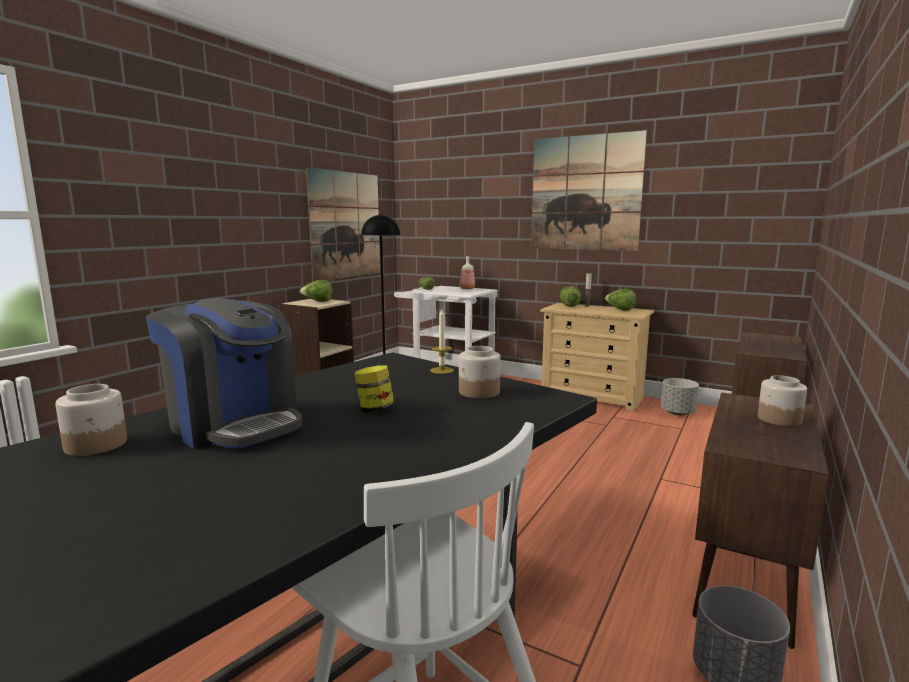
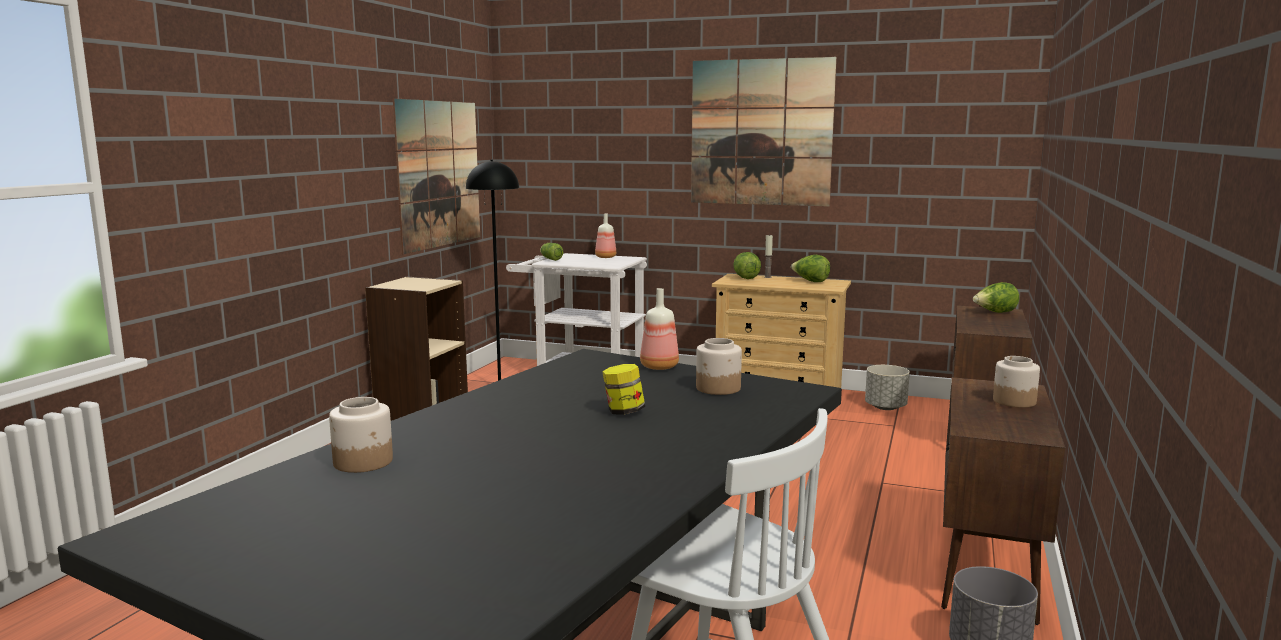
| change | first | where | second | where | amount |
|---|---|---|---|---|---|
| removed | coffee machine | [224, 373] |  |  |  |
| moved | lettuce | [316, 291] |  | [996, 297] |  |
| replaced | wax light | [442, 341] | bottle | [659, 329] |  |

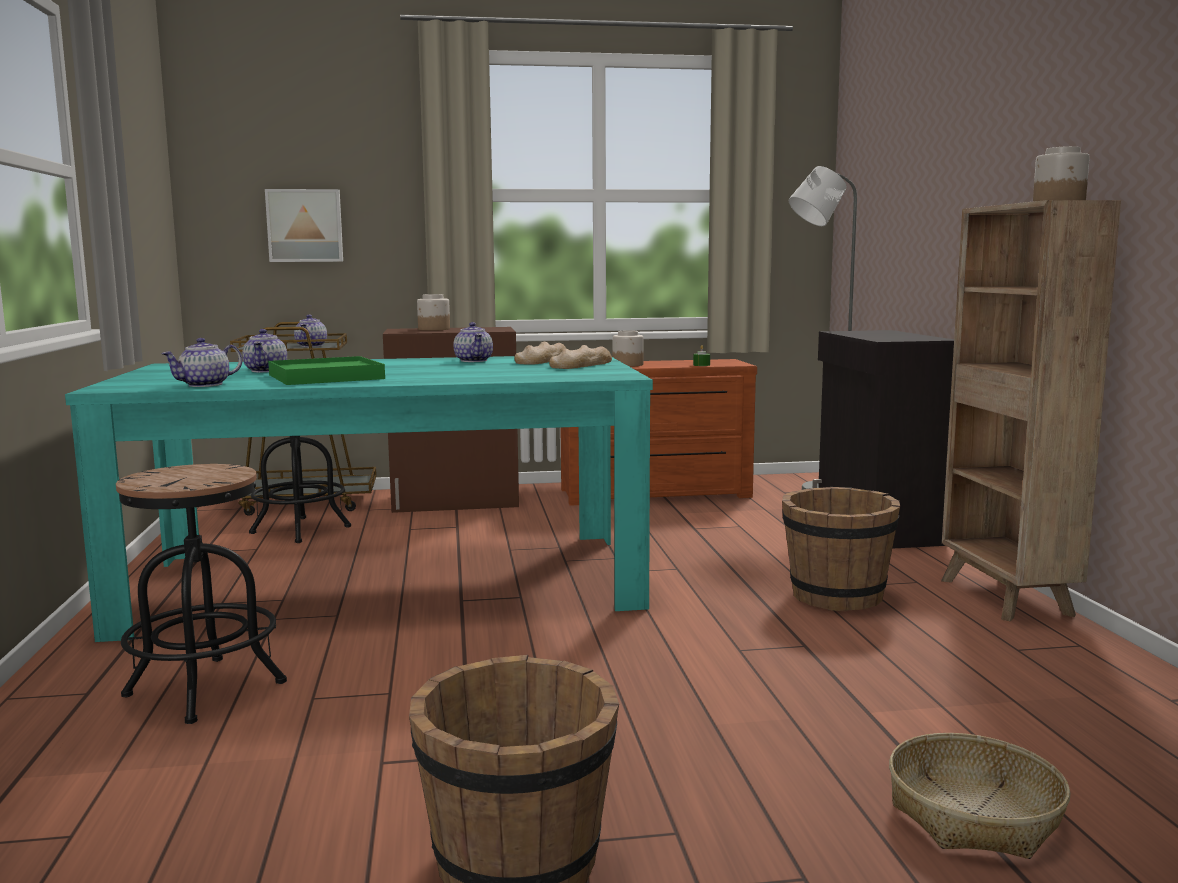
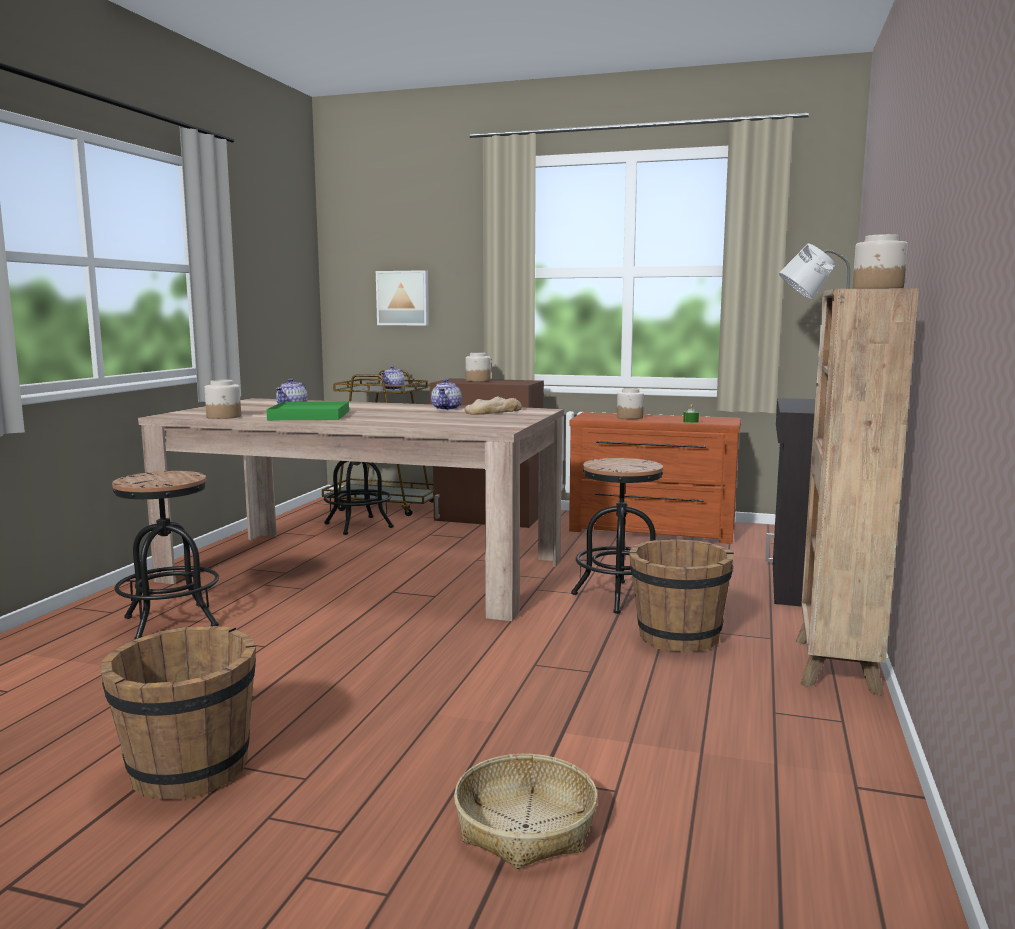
| change | first | where | second | where | amount |
|---|---|---|---|---|---|
| recoloured | turquoise-coloured dinner table | [359, 499] | sand-coloured dinner table | [351, 509] |  |
| replaced | teapot | [201, 362] | jar | [223, 399] |  |
| removed | bakery bread | [580, 357] |  |  |  |
| added |  |  | blackish sitting stool | [617, 536] |  |

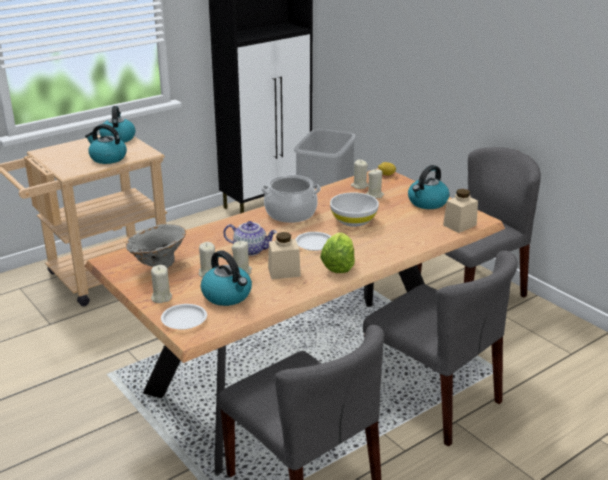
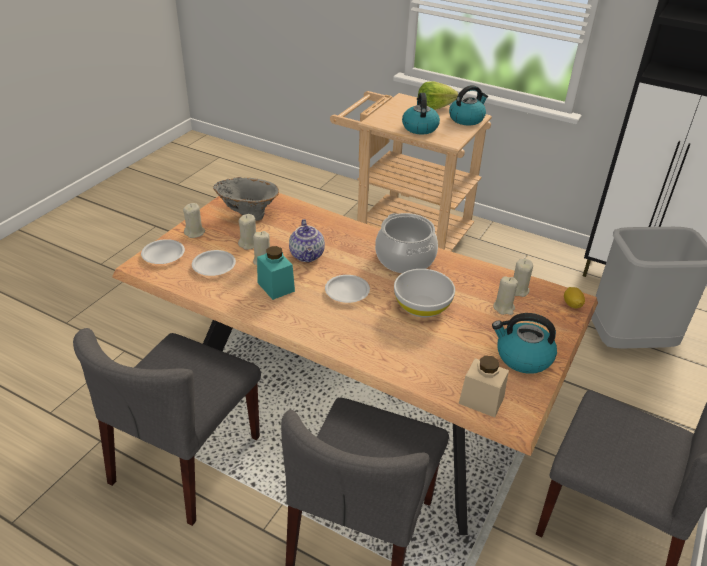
| change | first | where | second | where | amount |
|---|---|---|---|---|---|
| replaced | kettle | [226, 278] | white flat dish | [214, 263] |  |
| recoloured | sand-coloured jar | [284, 255] | turquoise-coloured jar | [276, 273] |  |
| moved | lettuce | [337, 252] |  | [438, 96] |  |

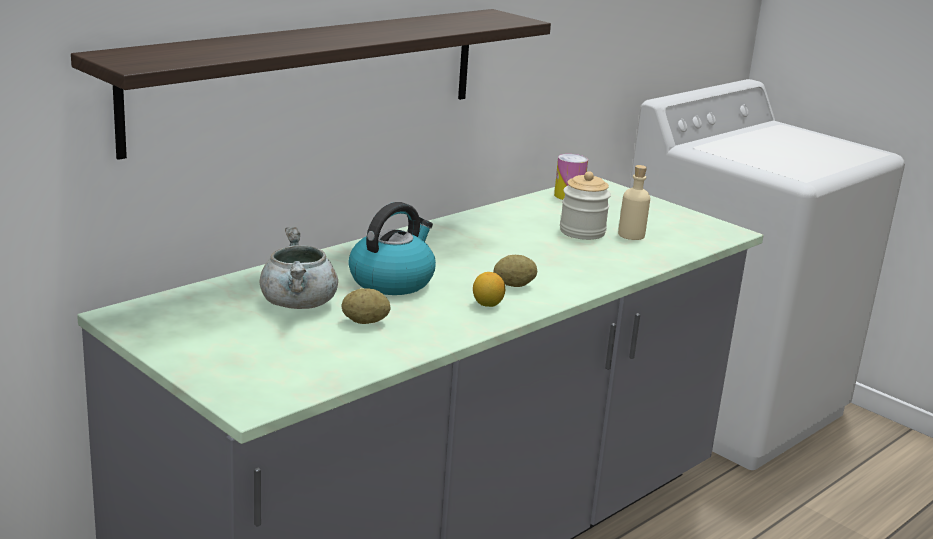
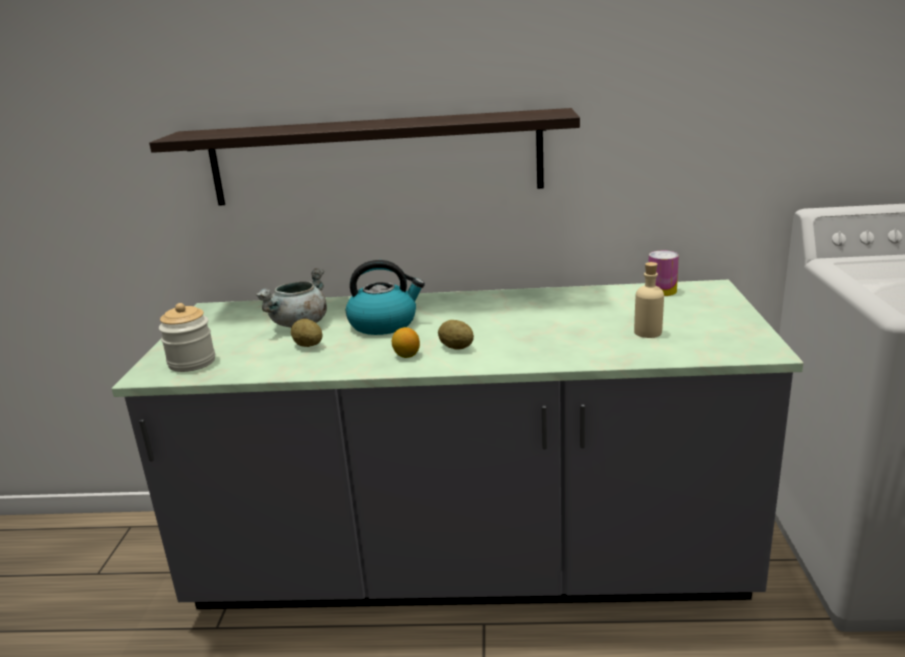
| change | first | where | second | where | amount |
|---|---|---|---|---|---|
| moved | jar | [585, 205] |  | [187, 337] |  |

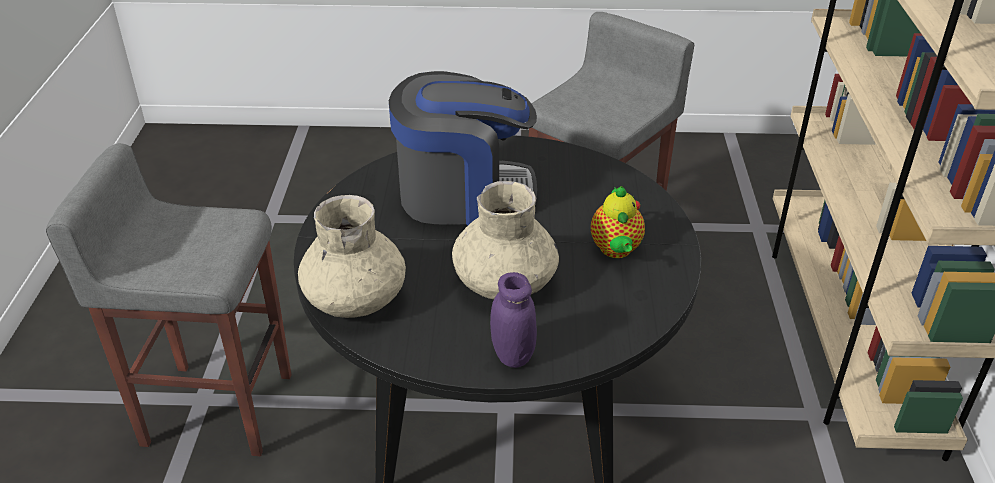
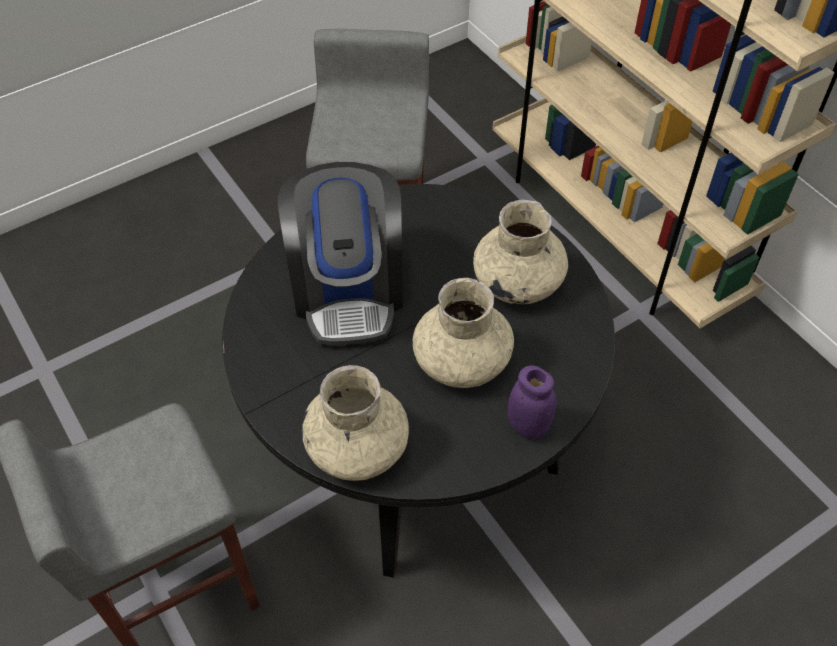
| change | first | where | second | where | amount |
|---|---|---|---|---|---|
| turned | coffee machine | [463, 148] |  | [340, 253] | 120 degrees clockwise |
| replaced | teapot | [618, 222] | sand-coloured flower vase | [520, 251] |  |

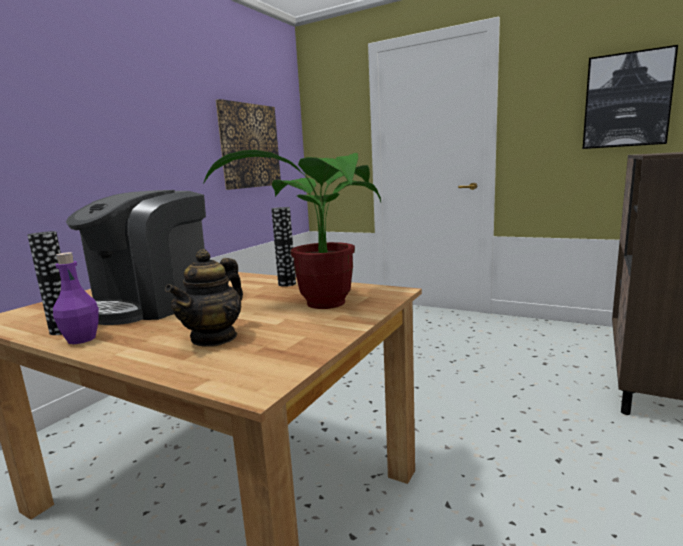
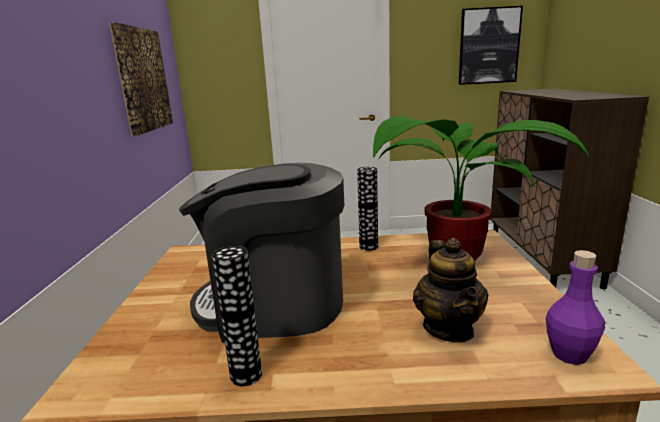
| change | first | where | second | where | amount |
|---|---|---|---|---|---|
| moved | purple-coloured bottle | [76, 298] |  | [575, 307] |  |
| turned | coffee machine | [136, 257] |  | [261, 253] | 90 degrees clockwise |

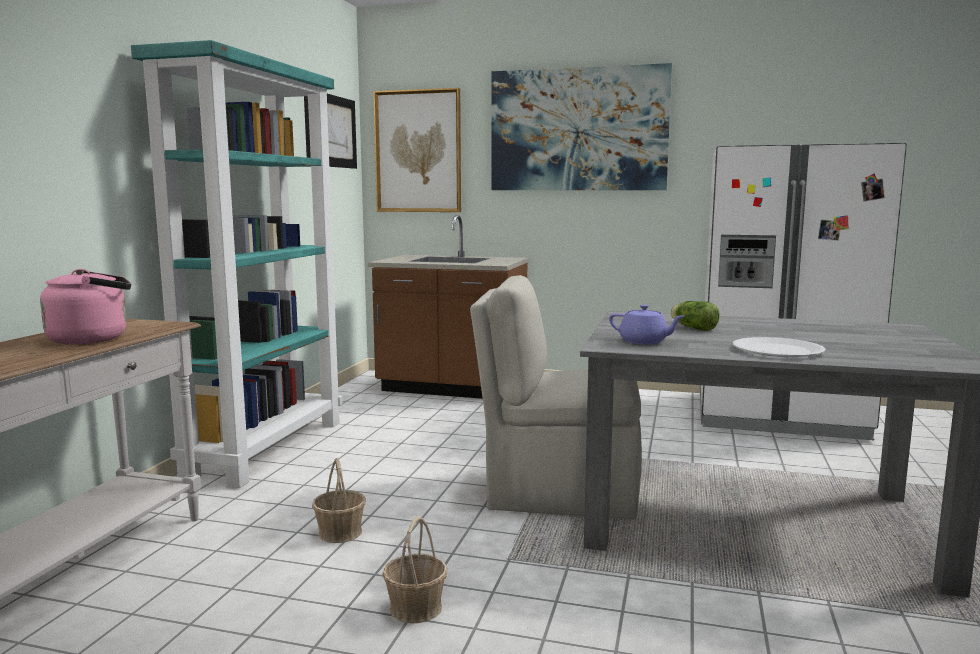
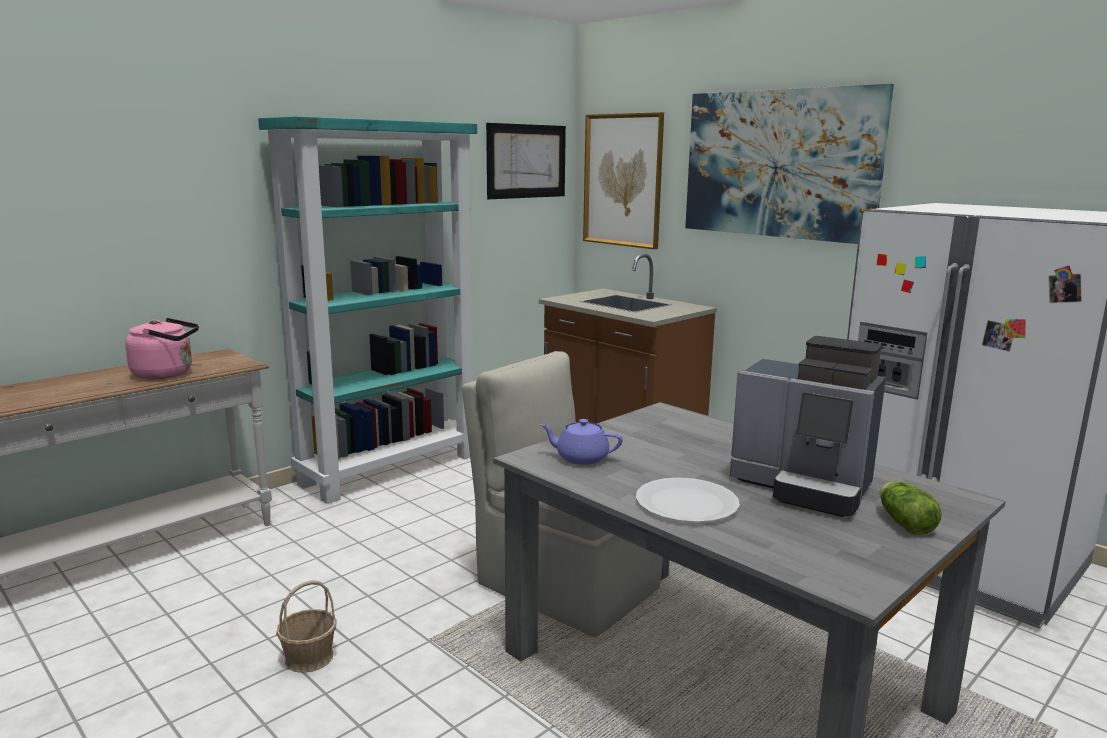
| change | first | where | second | where | amount |
|---|---|---|---|---|---|
| removed | storage basket | [339, 500] |  |  |  |
| turned | purple-coloured teapot | [647, 324] |  | [581, 442] | 135 degrees clockwise |
| moved | lettuce | [695, 316] |  | [910, 508] |  |
| added |  |  | coffee machine | [808, 426] |  |

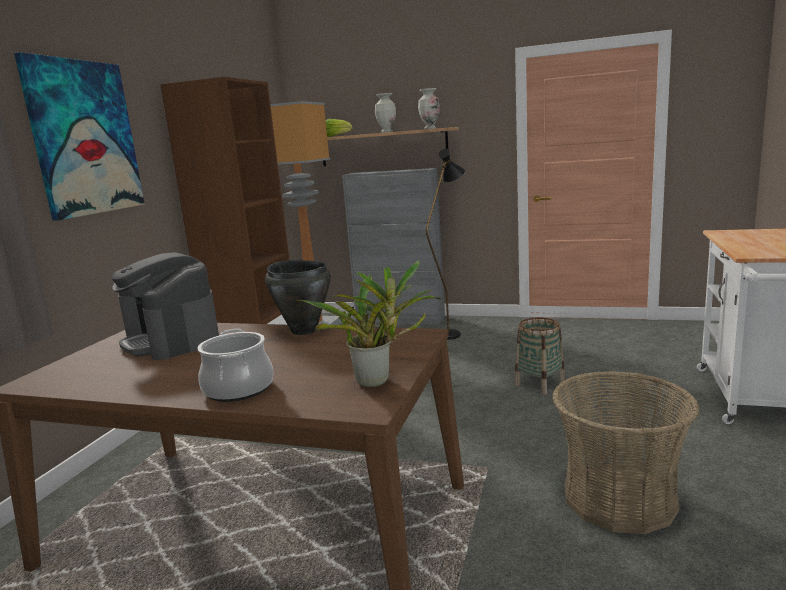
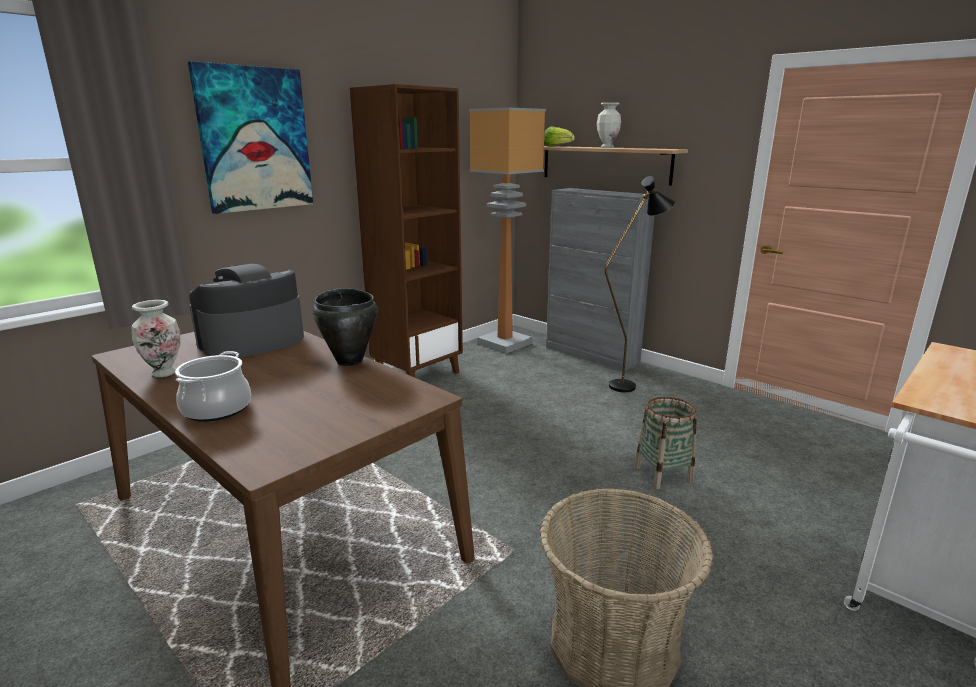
| change | first | where | second | where | amount |
|---|---|---|---|---|---|
| turned | coffee machine | [165, 306] |  | [246, 311] | 60 degrees clockwise |
| removed | potted plant | [368, 323] |  |  |  |
| moved | flower vase | [429, 108] |  | [156, 338] |  |

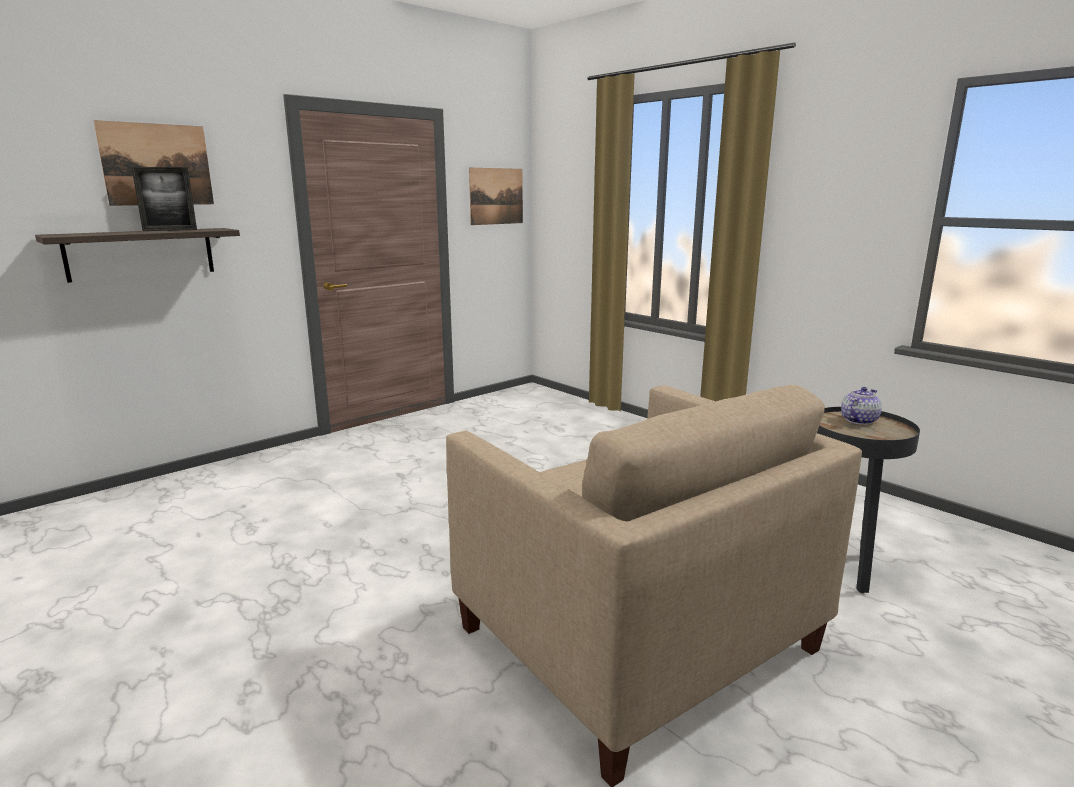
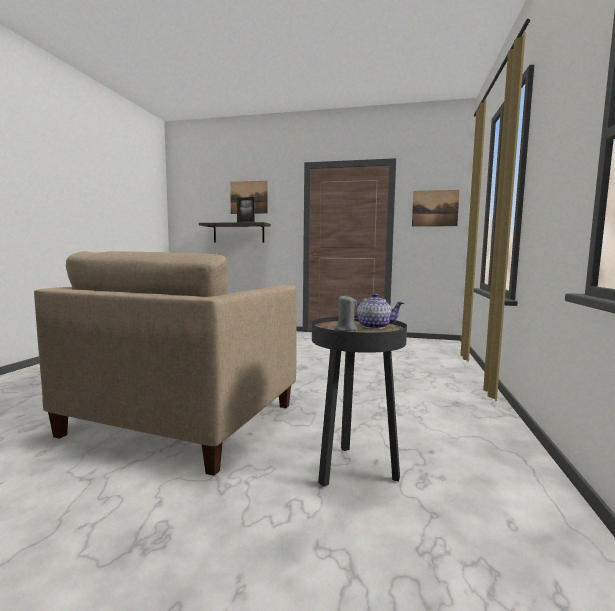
| change | first | where | second | where | amount |
|---|---|---|---|---|---|
| added |  |  | gray wax light | [345, 313] |  |

